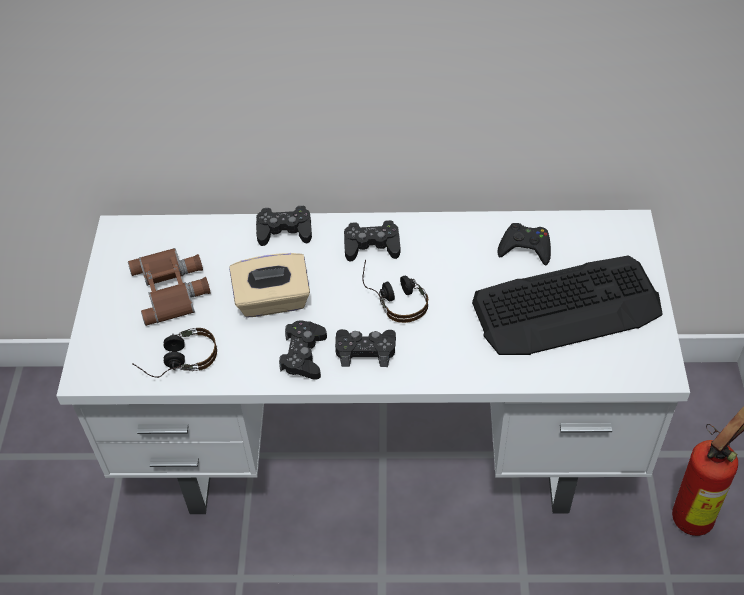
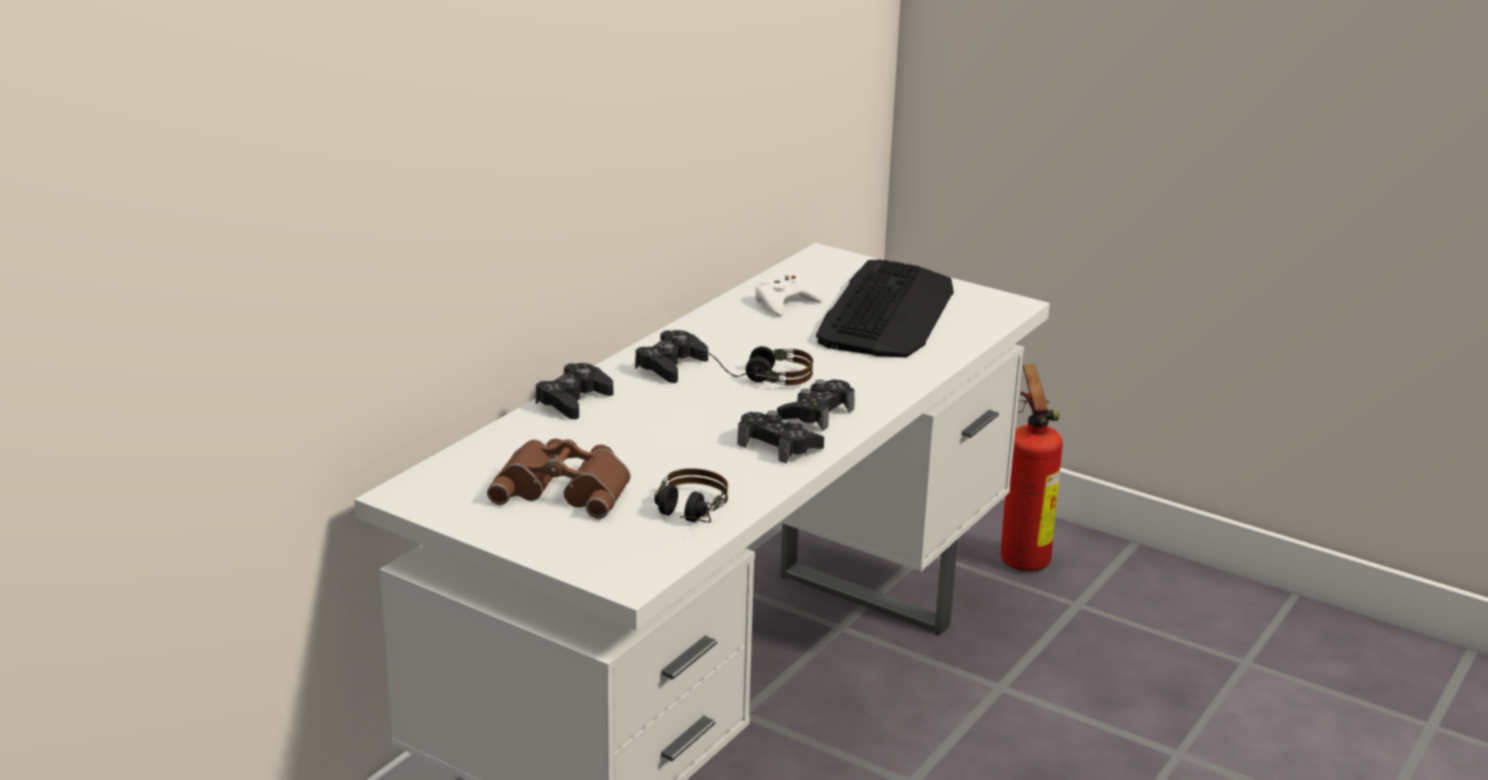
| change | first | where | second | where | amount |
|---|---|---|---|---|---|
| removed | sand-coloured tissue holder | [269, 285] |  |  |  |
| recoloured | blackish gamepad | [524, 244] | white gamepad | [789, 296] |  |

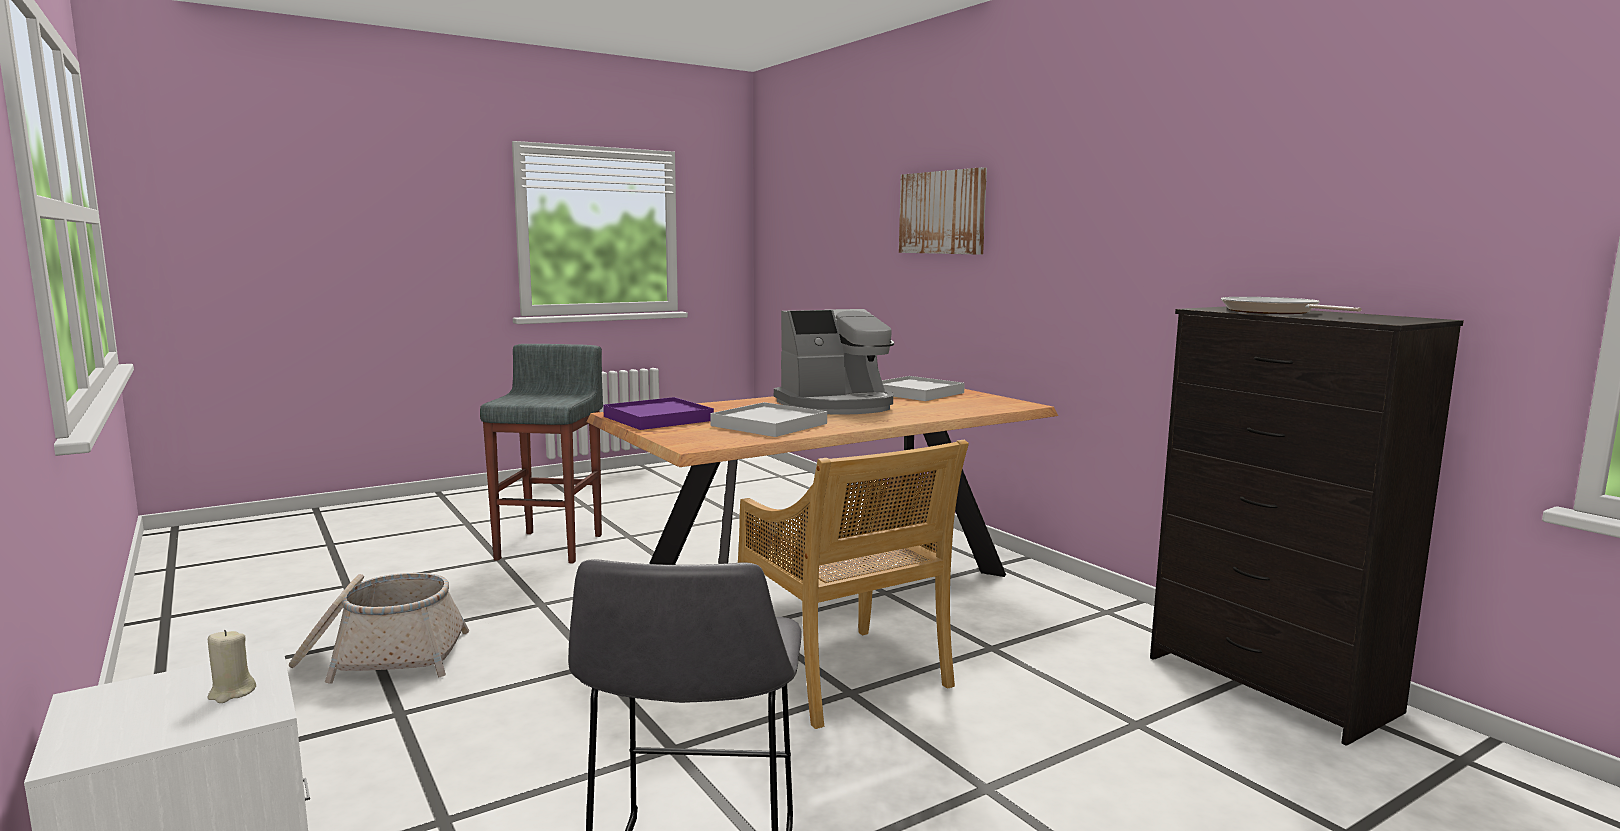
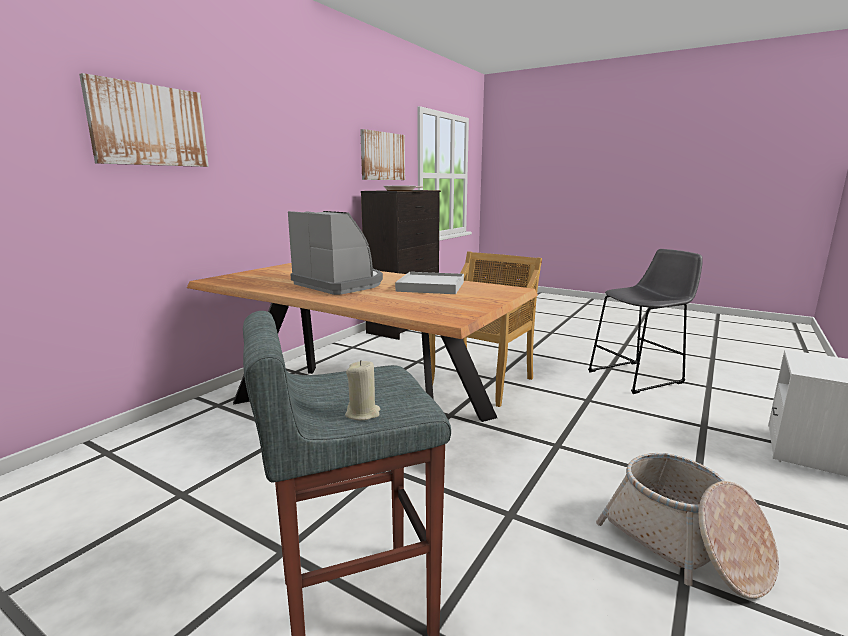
| change | first | where | second | where | amount |
|---|---|---|---|---|---|
| moved | sand-coloured wax light | [231, 666] |  | [362, 390] |  |
| removed | purple-coloured carrying tray | [658, 413] |  |  |  |
| removed | white carrying tray | [923, 388] |  |  |  |
| added |  |  | wall art | [382, 154] |  |

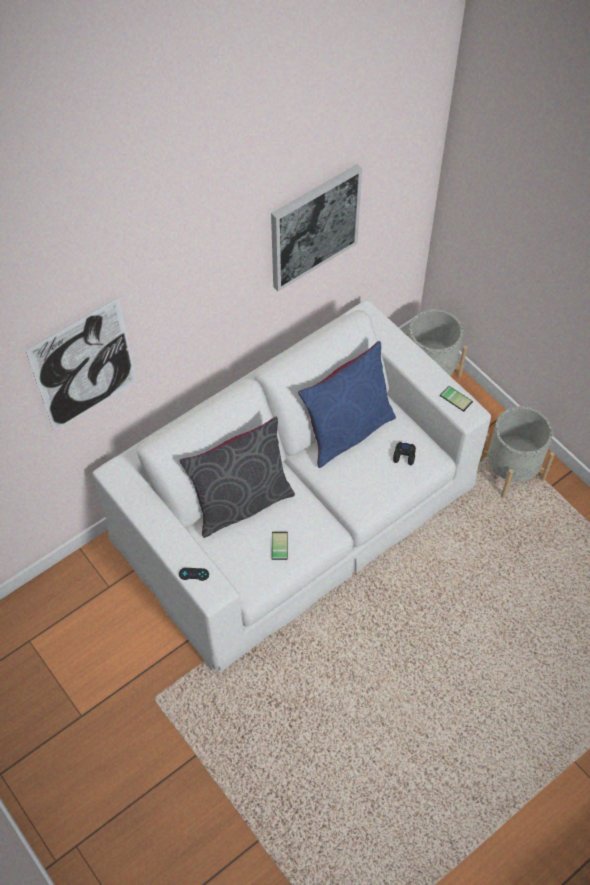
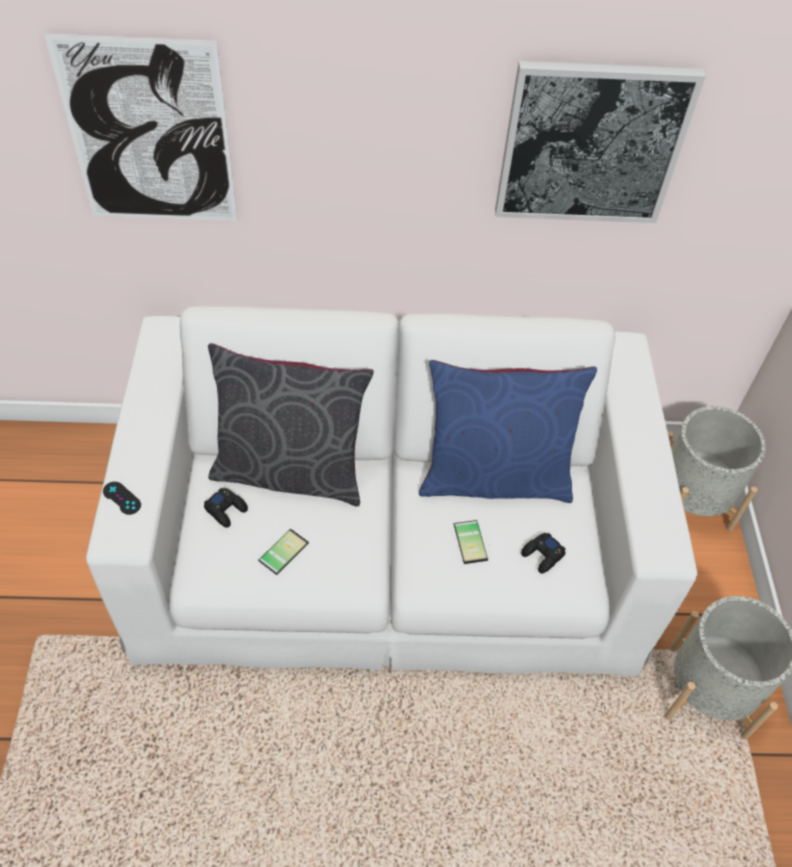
| change | first | where | second | where | amount |
|---|---|---|---|---|---|
| moved | phone | [456, 399] |  | [472, 542] |  |
| added |  |  | blackish gamepad | [226, 507] |  |

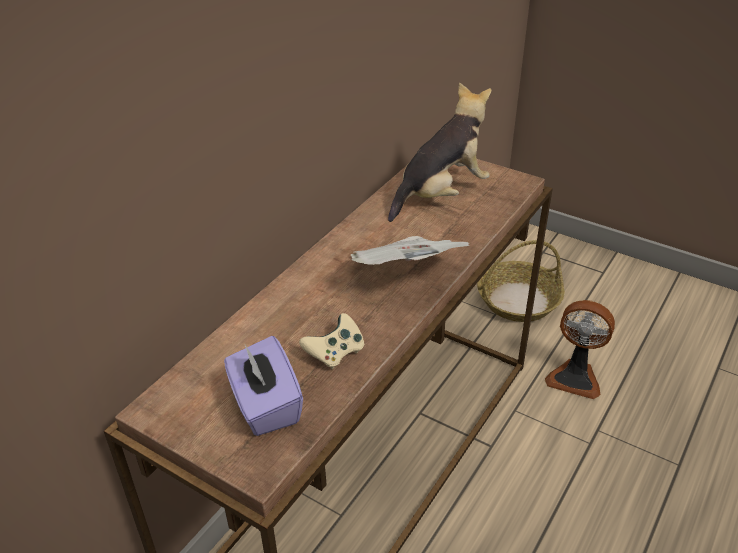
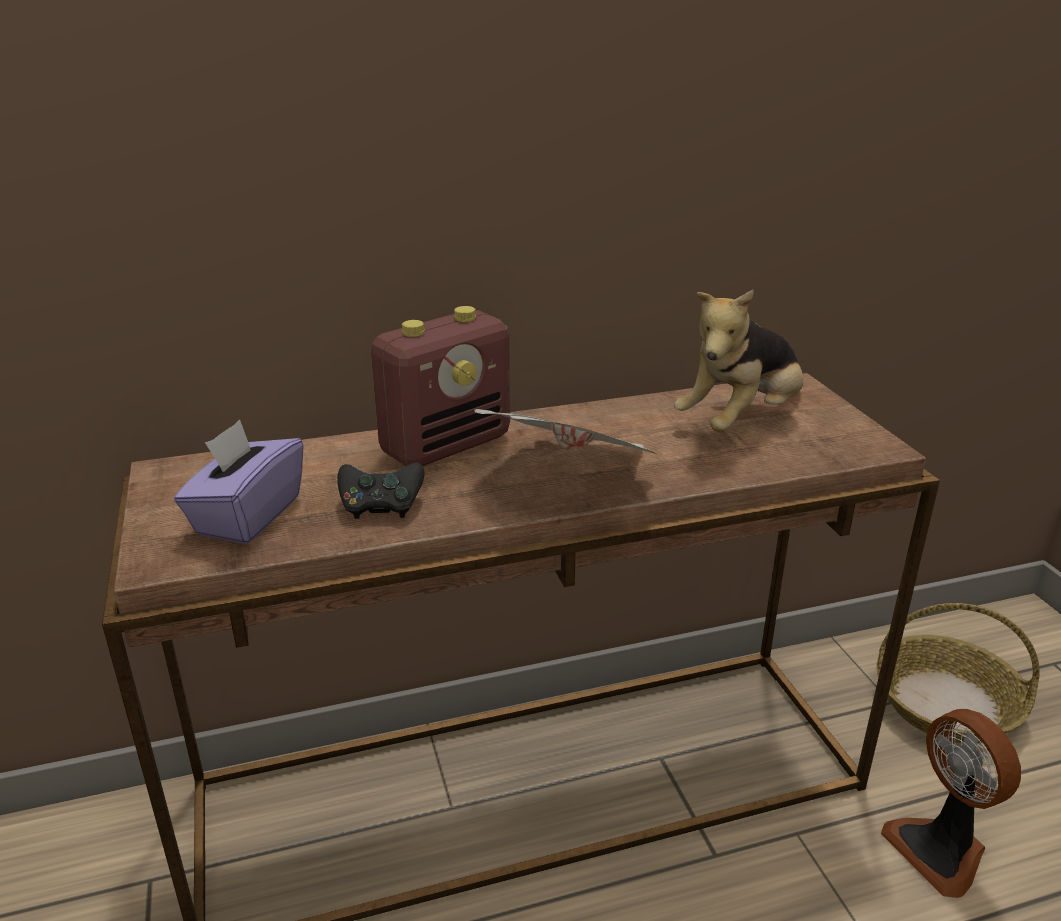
| change | first | where | second | where | amount |
|---|---|---|---|---|---|
| recoloured | sand-coloured gamepad | [332, 341] | blackish gamepad | [380, 491] |  |
| turned | cuddly toy | [440, 152] |  | [738, 361] | 135 degrees clockwise |
| added |  |  | radio set | [440, 386] |  |

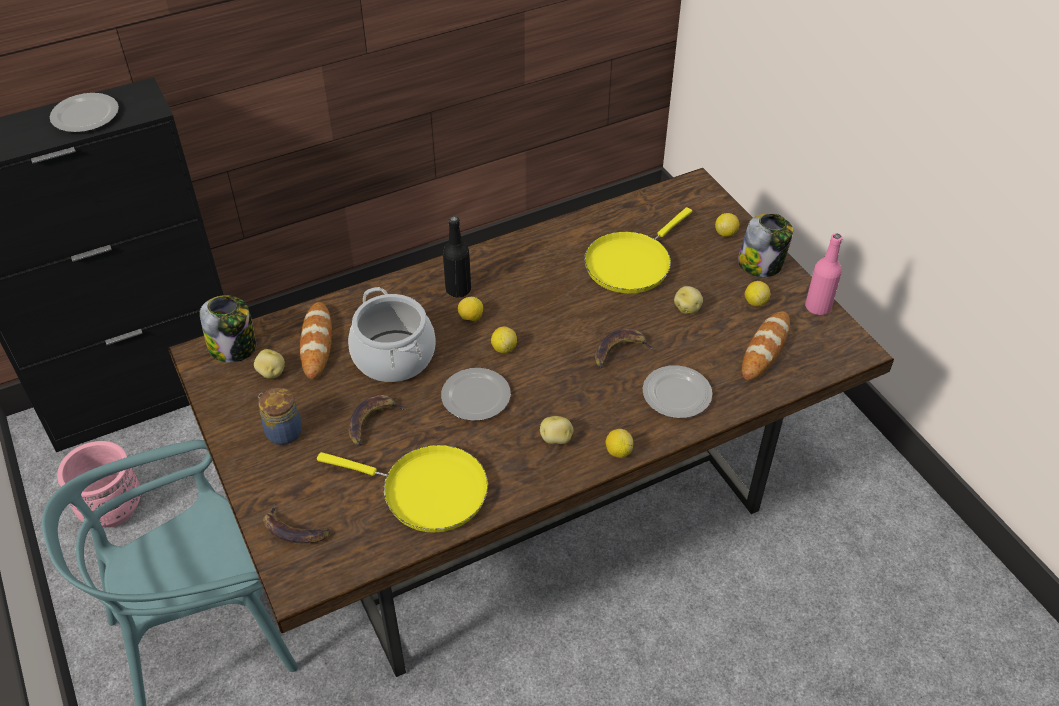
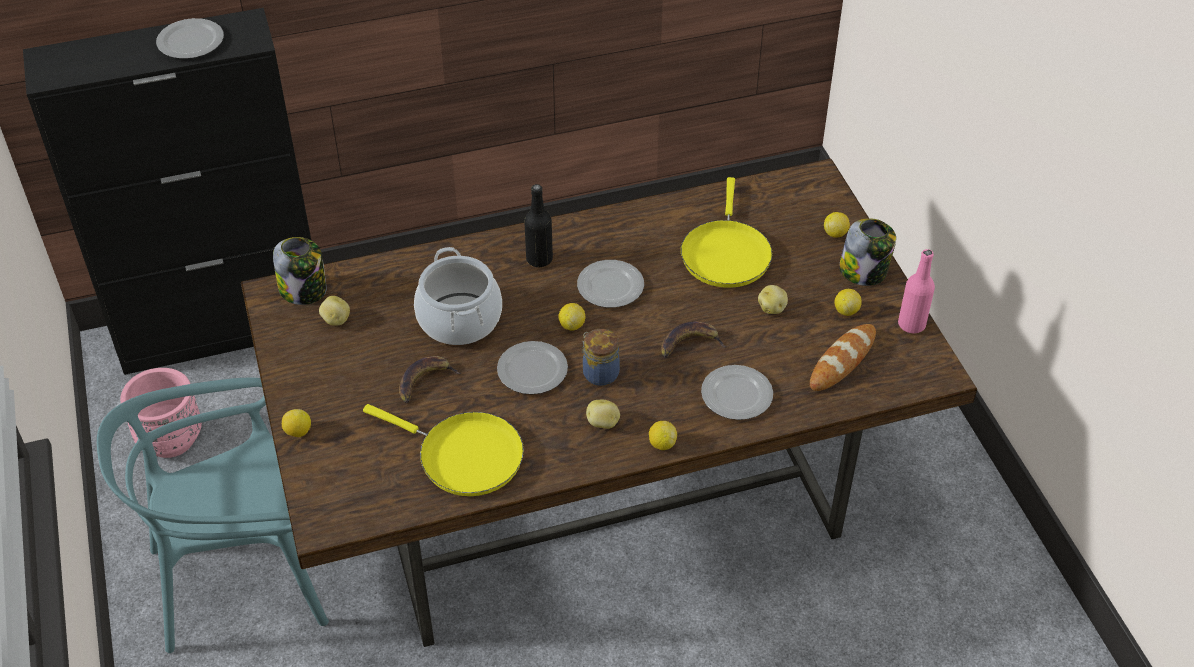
| change | first | where | second | where | amount |
|---|---|---|---|---|---|
| moved | jar | [280, 416] |  | [601, 357] |  |
| removed | whole banana | [297, 523] |  |  |  |
| removed | bakery bread | [316, 340] |  |  |  |
| moved | citrus fruit | [470, 309] |  | [296, 423] |  |
| turned | yellowish pan | [638, 250] |  | [727, 232] | 45 degrees counterclockwise |
| added |  |  | flat dish | [610, 284] |  |

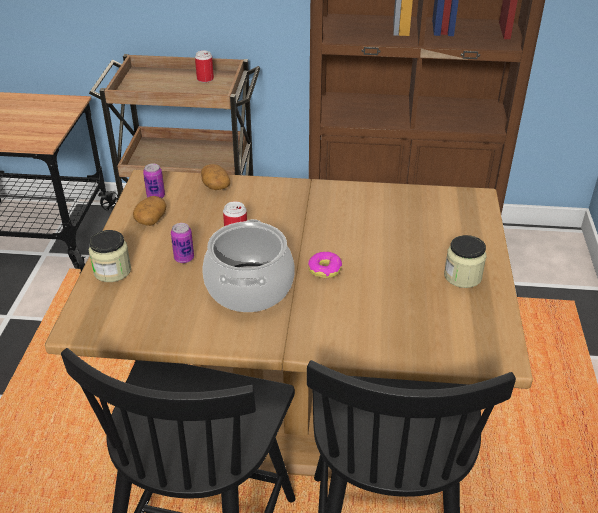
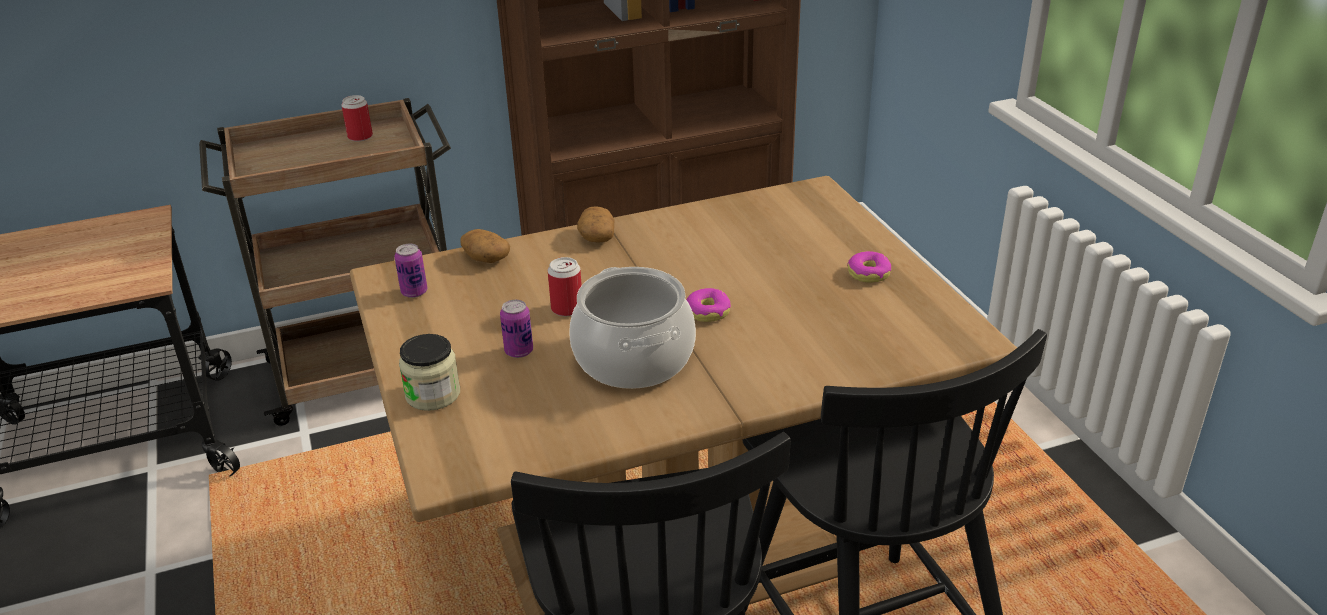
| change | first | where | second | where | amount |
|---|---|---|---|---|---|
| moved | whole potato | [150, 211] |  | [596, 224] |  |
| replaced | jar | [465, 261] | ring doughnut | [869, 266] |  |

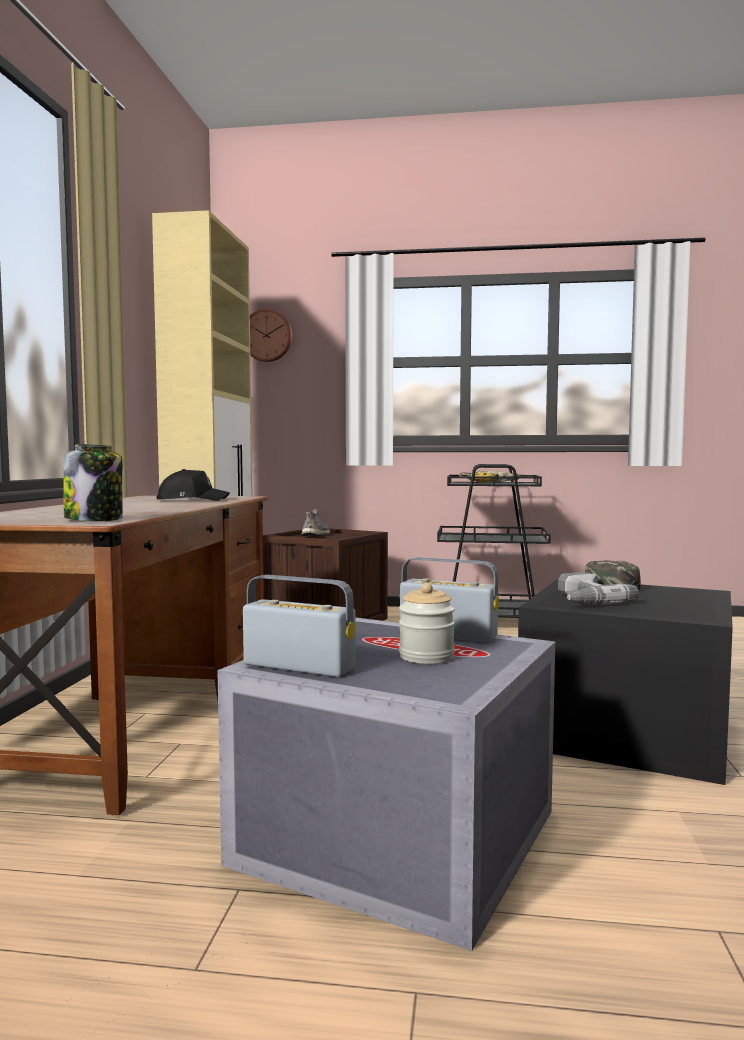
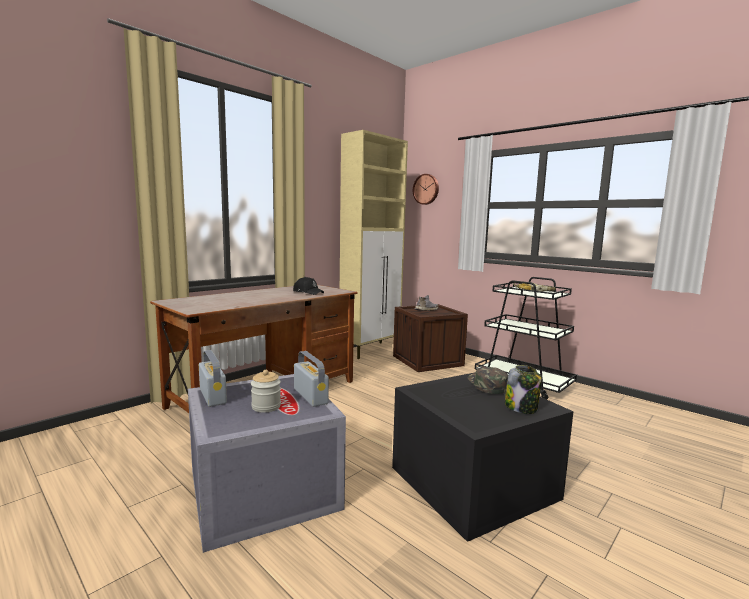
| change | first | where | second | where | amount |
|---|---|---|---|---|---|
| moved | jar | [93, 482] |  | [523, 389] |  |
| removed | power drill | [598, 588] |  |  |  |

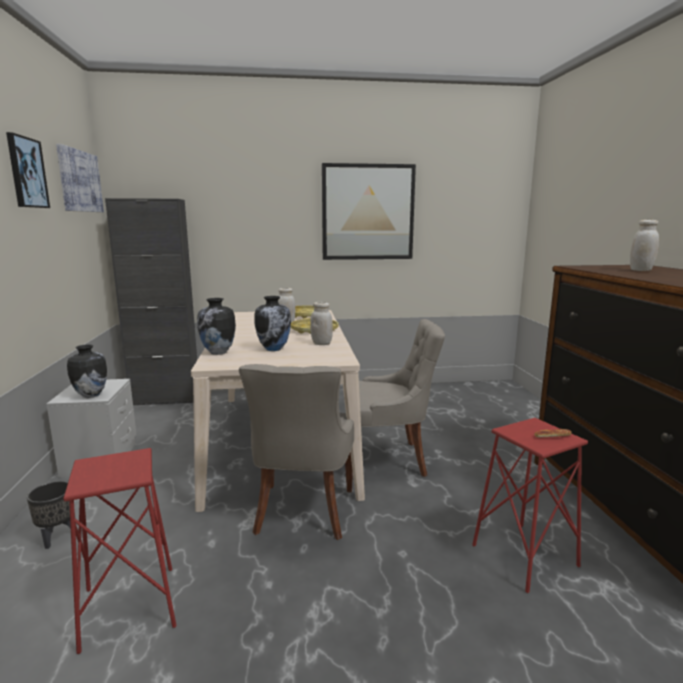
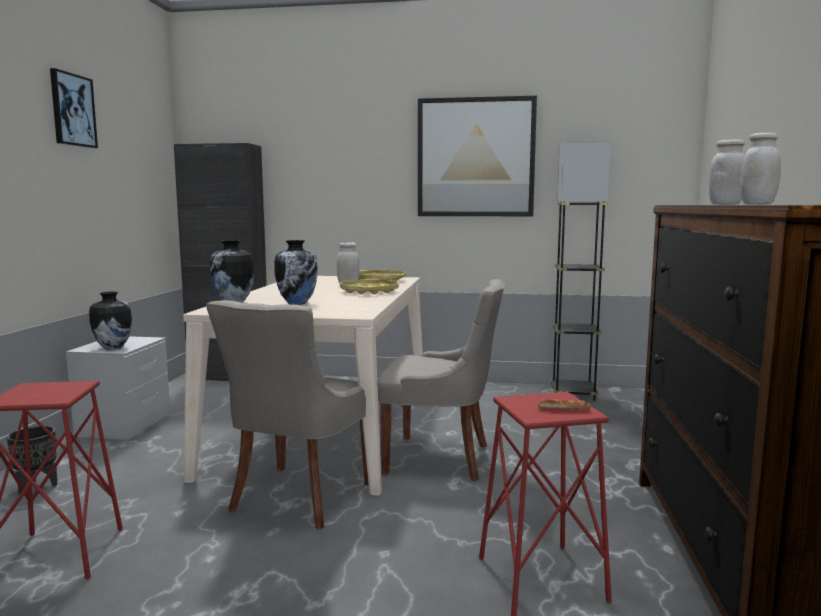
| change | first | where | second | where | amount |
|---|---|---|---|---|---|
| removed | wall art | [80, 178] |  |  |  |
| moved | white jar | [321, 323] |  | [727, 172] |  |
| added |  |  | gray floor lamp | [581, 271] |  |

